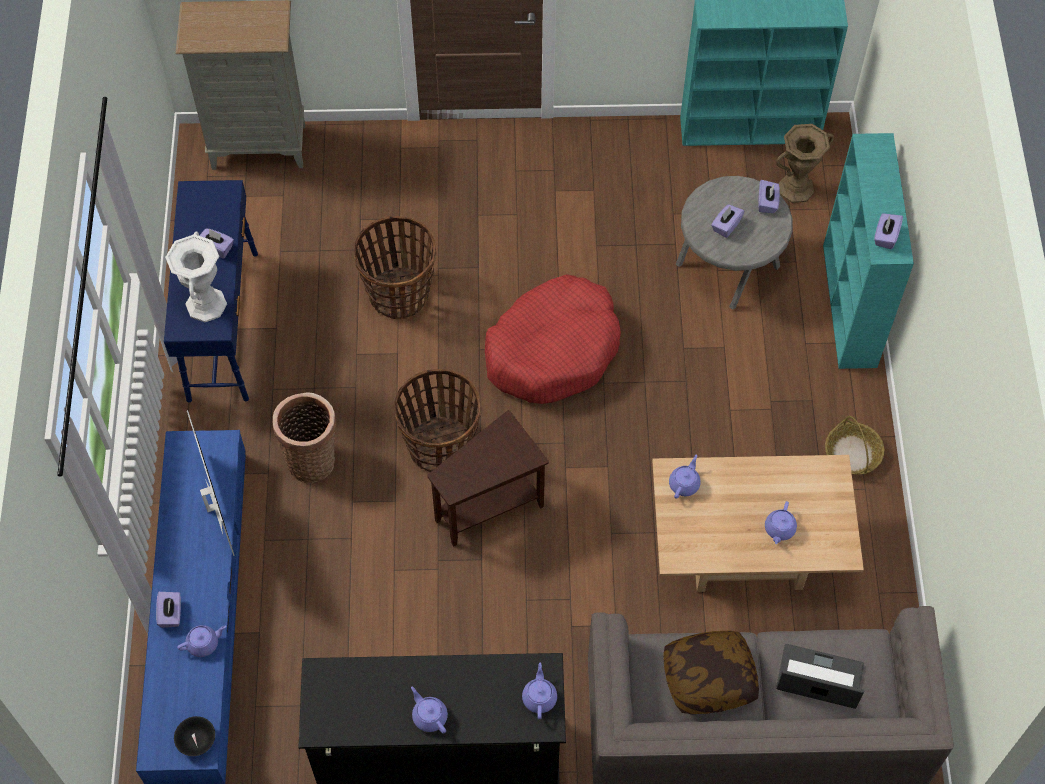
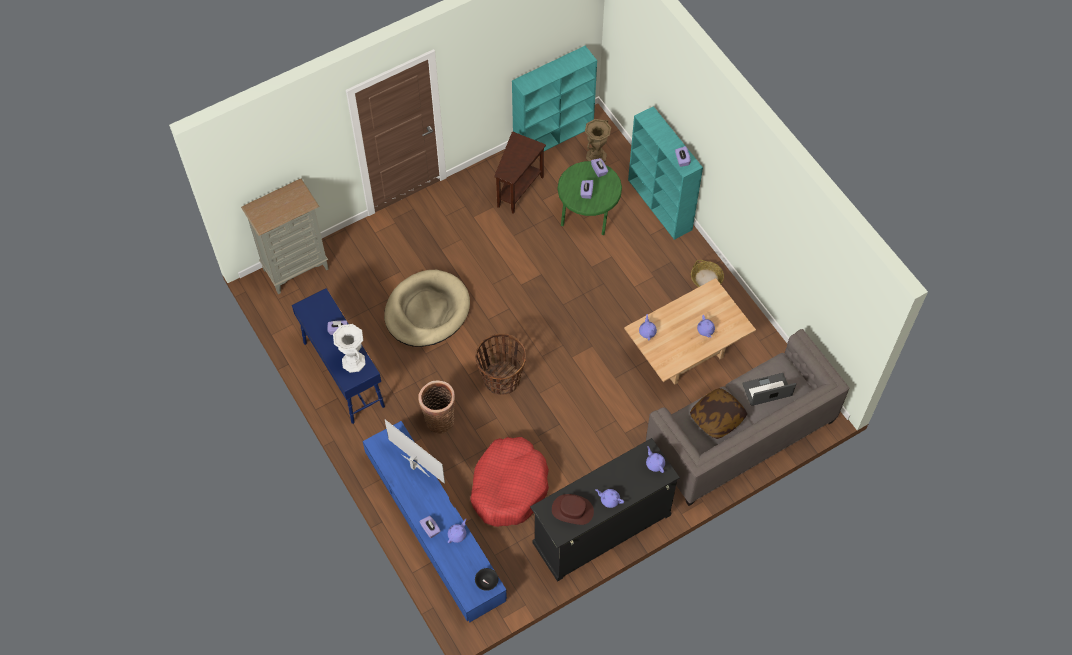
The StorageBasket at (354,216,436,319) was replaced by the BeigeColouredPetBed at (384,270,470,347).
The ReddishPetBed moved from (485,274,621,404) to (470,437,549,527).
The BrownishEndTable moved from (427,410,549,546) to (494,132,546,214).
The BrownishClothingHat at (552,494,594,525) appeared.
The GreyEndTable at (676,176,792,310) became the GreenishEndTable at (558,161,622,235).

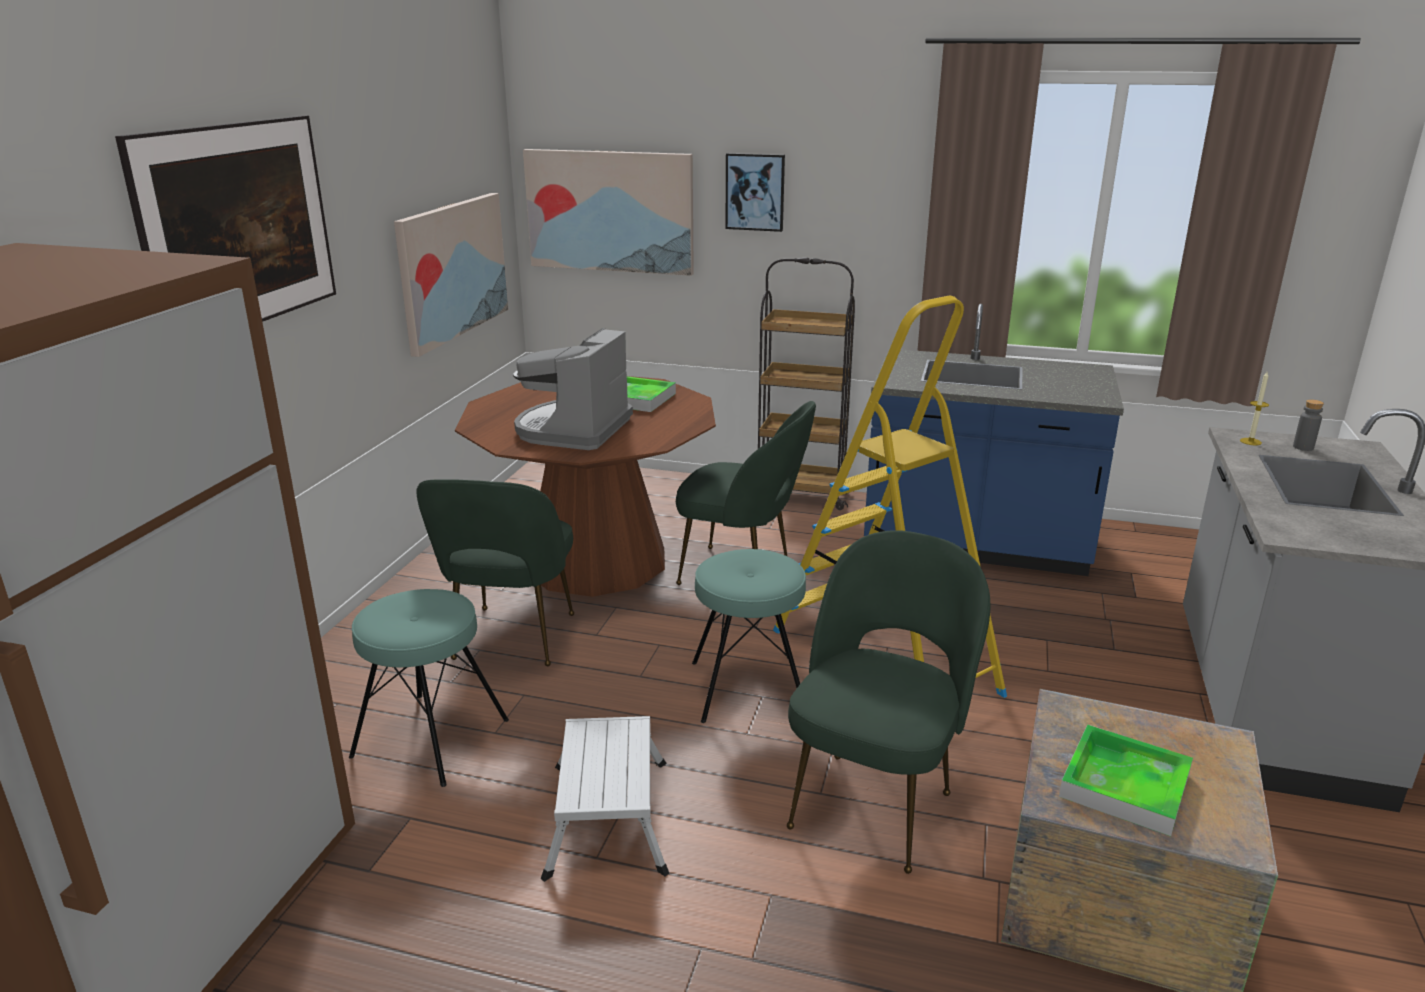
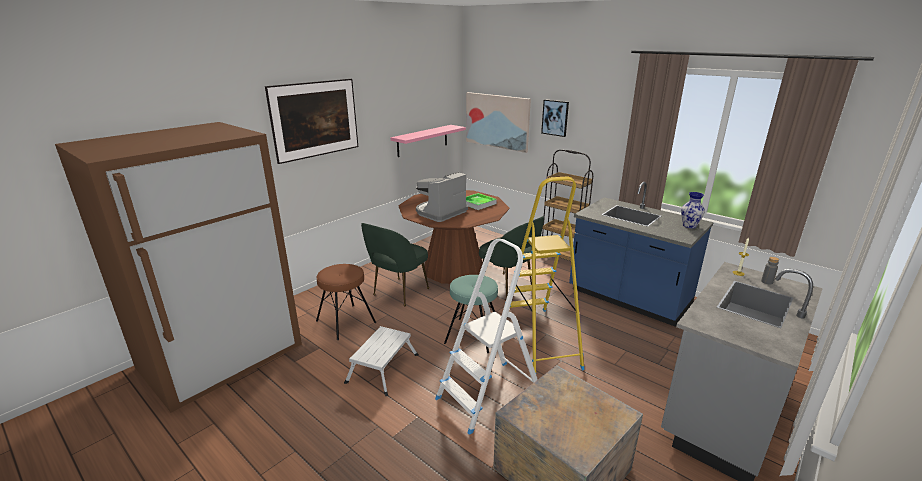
The BlueGreenStoolSeat at (349,589,509,787) became the BrownishStoolSeat at (316,264,376,340).
The WallArt at (394,193,508,357) was replaced by the PinkishBracketShelf at (391,125,466,157).
The GreenishPlainChair at (787,530,990,874) was replaced by the WhitishStepladder at (435,239,538,434).
The DecorativeVase at (681,192,705,228) appeared.
The CarryingTray at (1059,724,1193,836) disappeared.

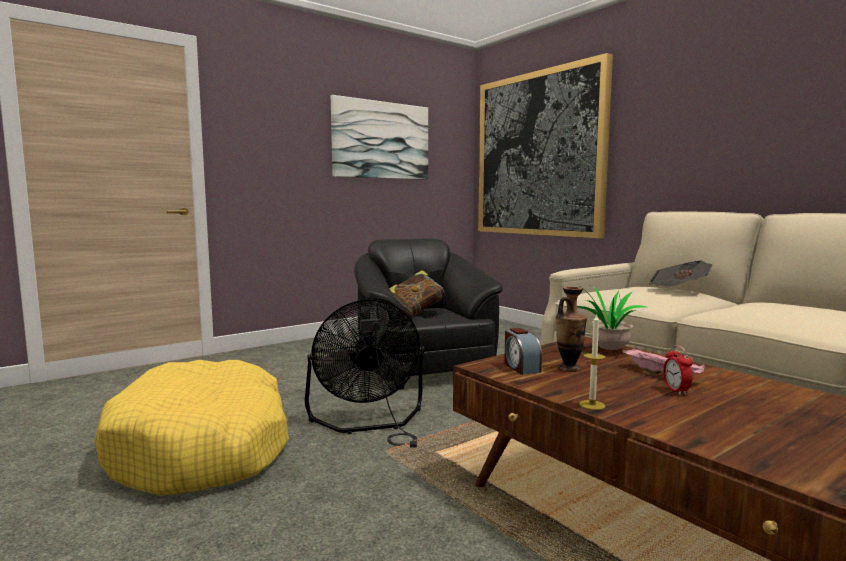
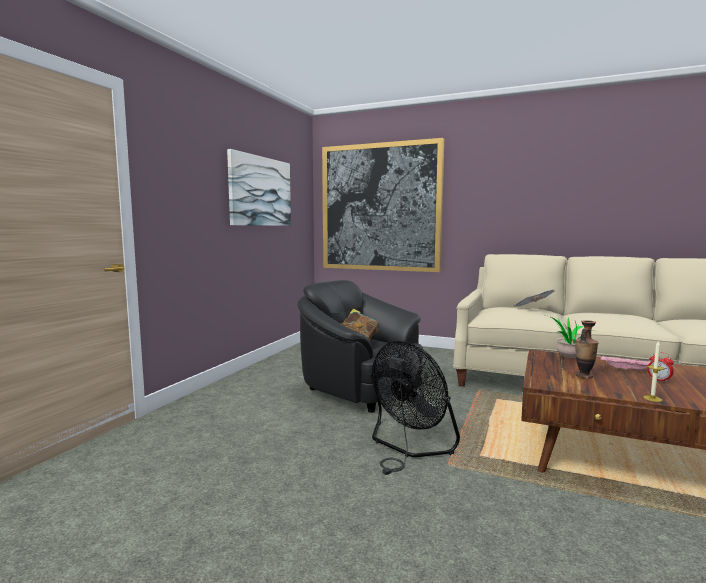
The BlackishFan at (305,300,424,448) turned 90 degrees clockwise.
The YellowColouredPetBed at (94,360,289,496) disappeared.
The BedsideClock at (504,328,542,375) disappeared.

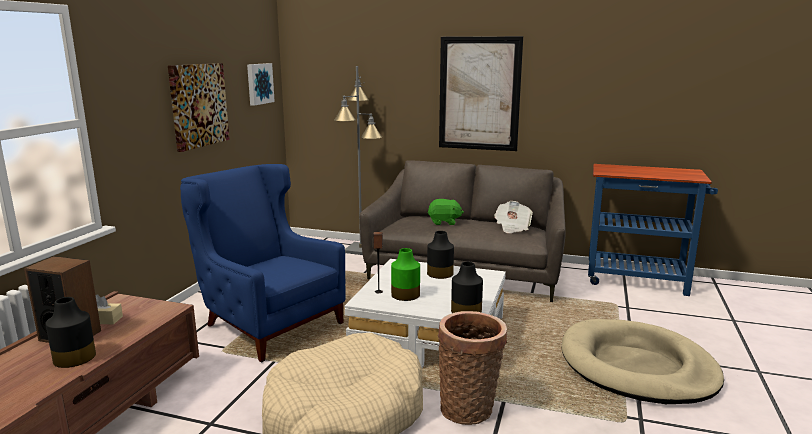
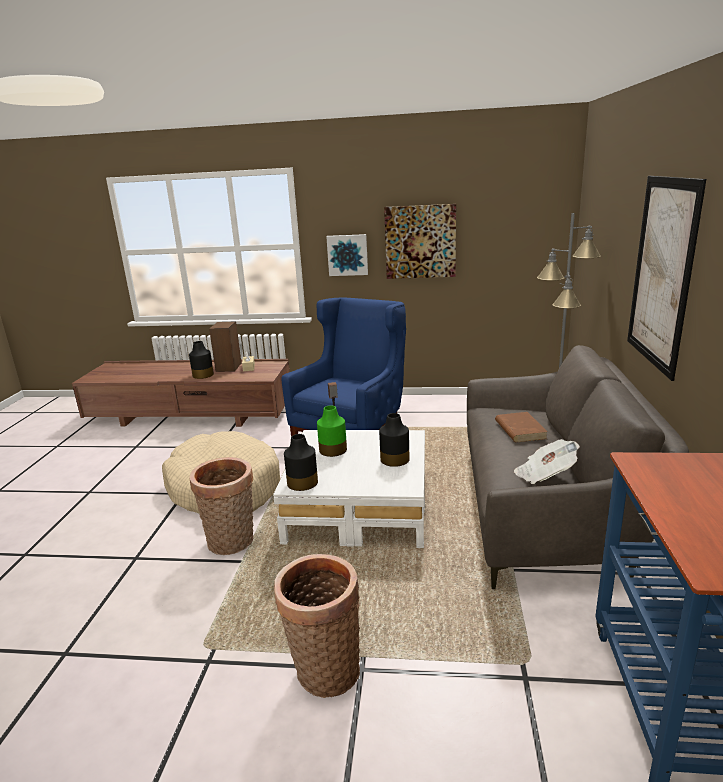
The BeigeColouredPetBed at (562,319,724,404) was replaced by the StorageBasket at (274,554,360,698).
The WallArt moved from (247,63,275,106) to (326,234,368,276).
The GreenishSoftToy at (428,199,464,225) was replaced by the BrownishBook at (495,412,548,442).

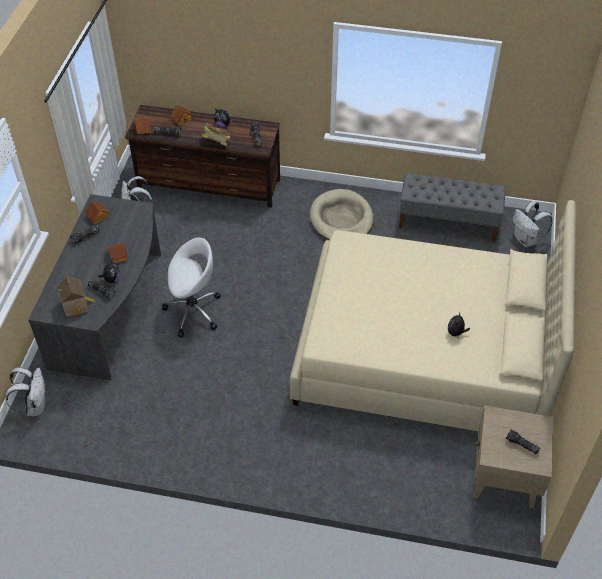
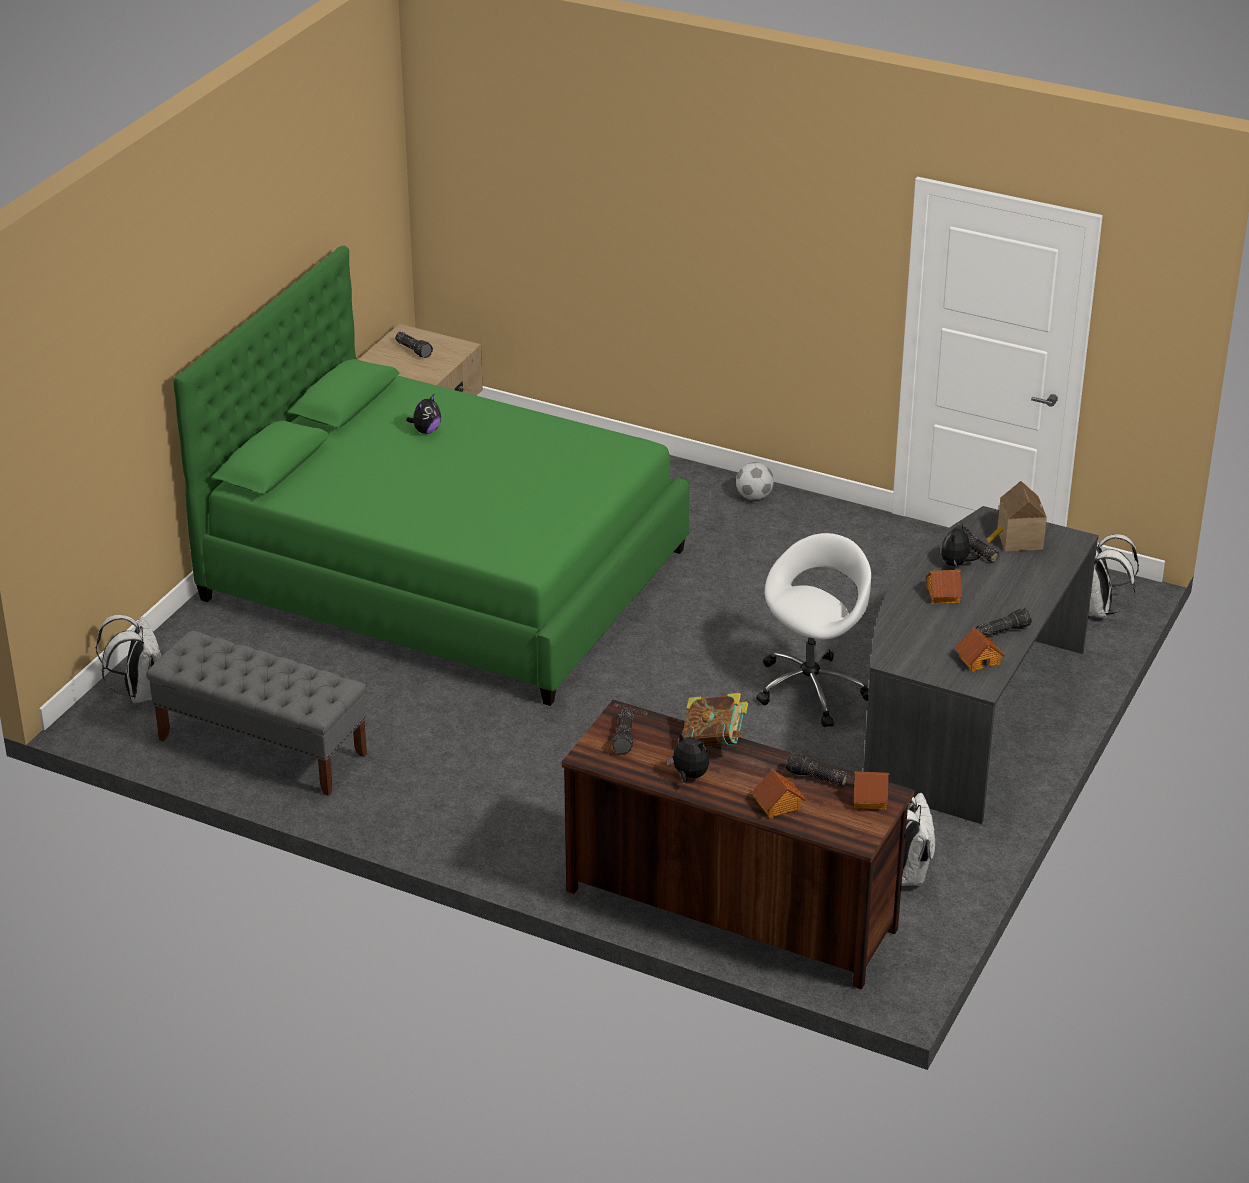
The BeigeColouredBedroomBed at (290,200,576,431) became the GreenishBedroomBed at (173,246,689,706).
The FootballBall at (736,462,774,500) appeared.
The WhitishOfficeChair at (162,238,221,337) turned 135 degrees clockwise.
The BeigeColouredPetBed at (310,189,373,240) disappeared.

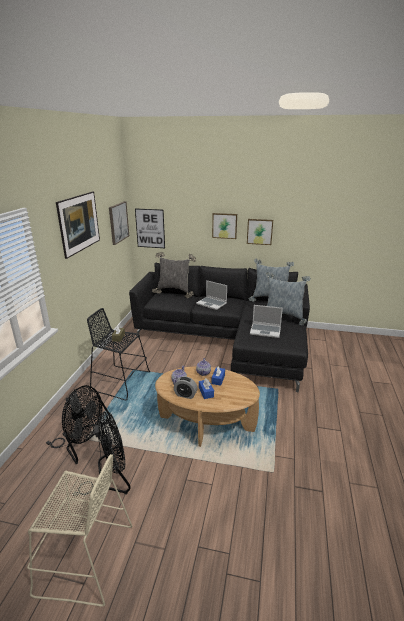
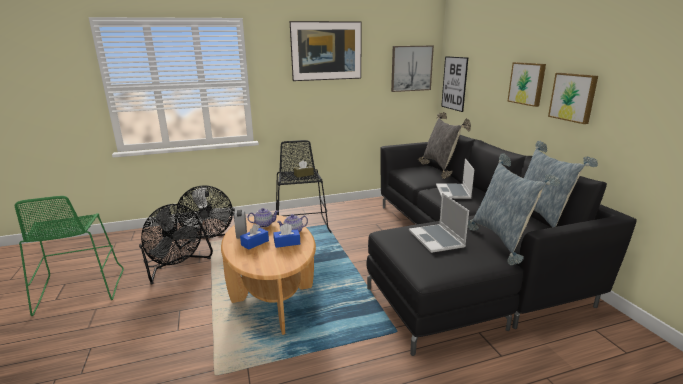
The BeigeColouredStoolSeat at (27,454,132,607) became the GreenishStoolSeat at (15,196,124,316).

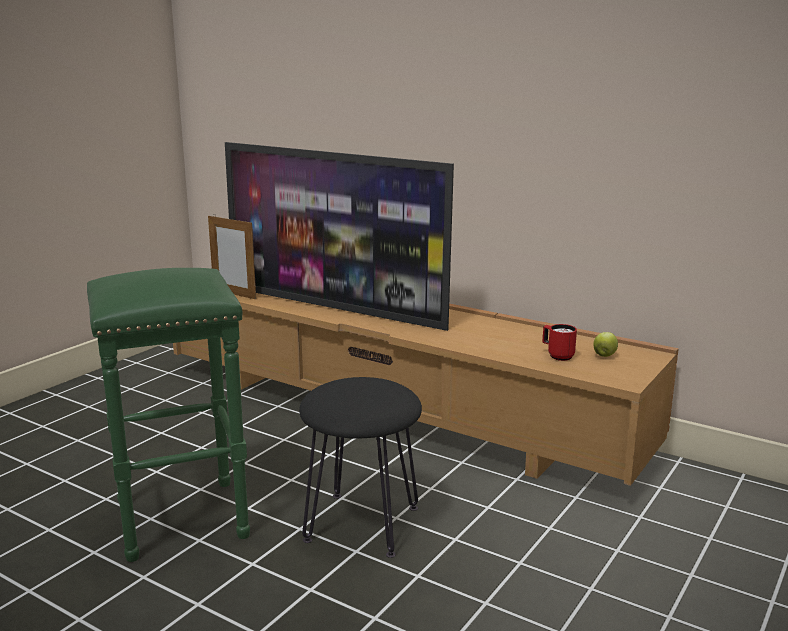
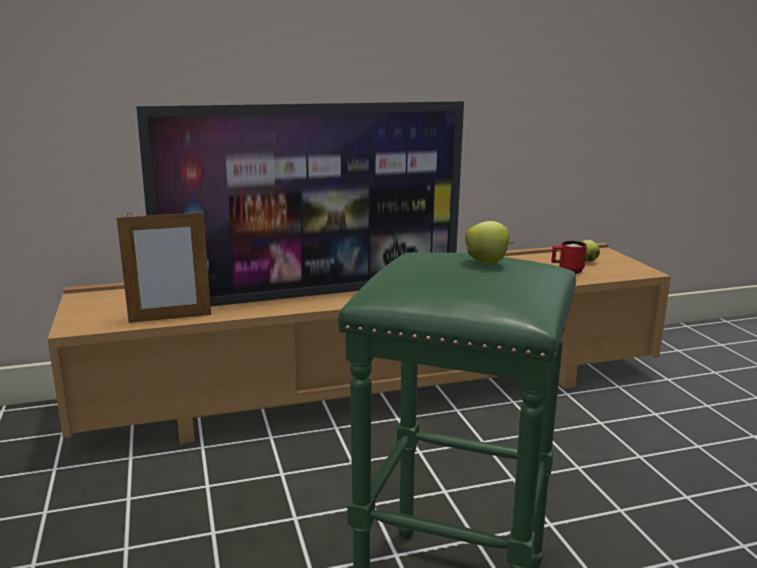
The Apple at (465,221,514,263) appeared.
The BlackishStoolSeat at (299,377,422,558) disappeared.

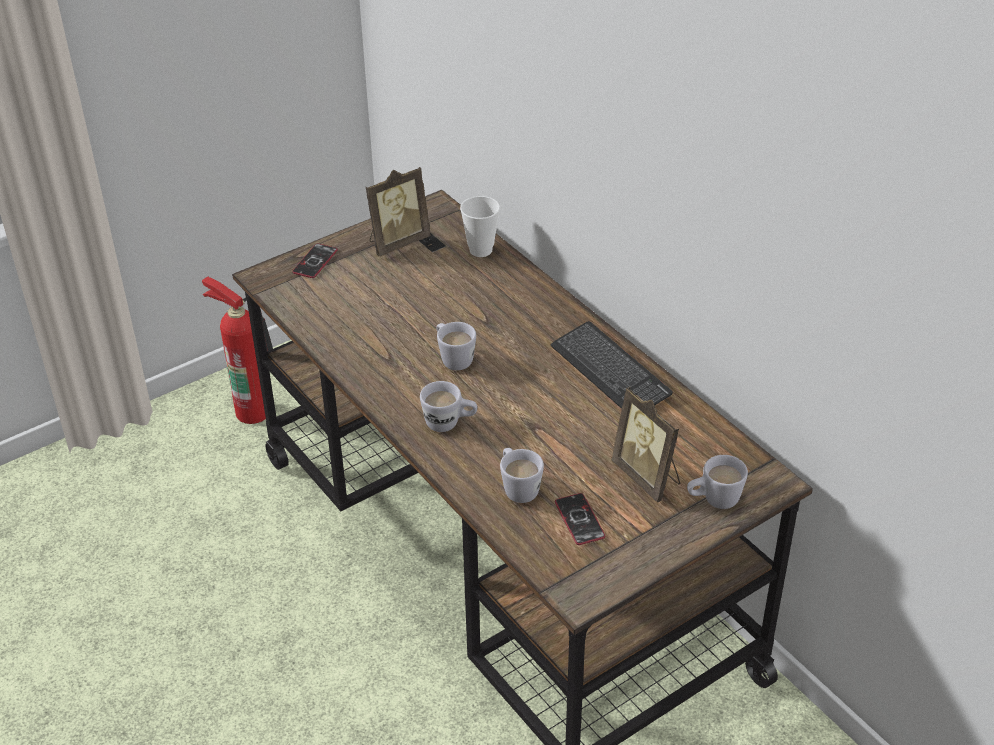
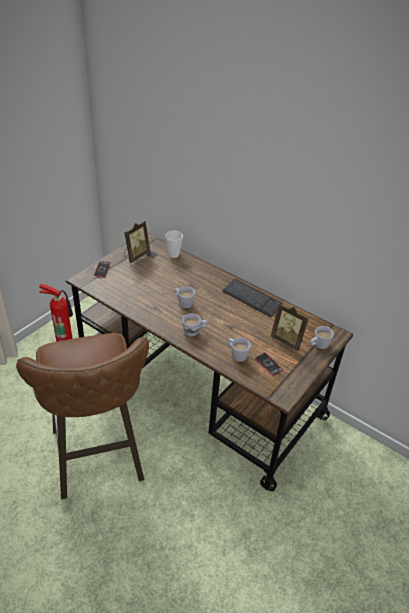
The BrownishStoolSeat at (16,333,149,499) appeared.

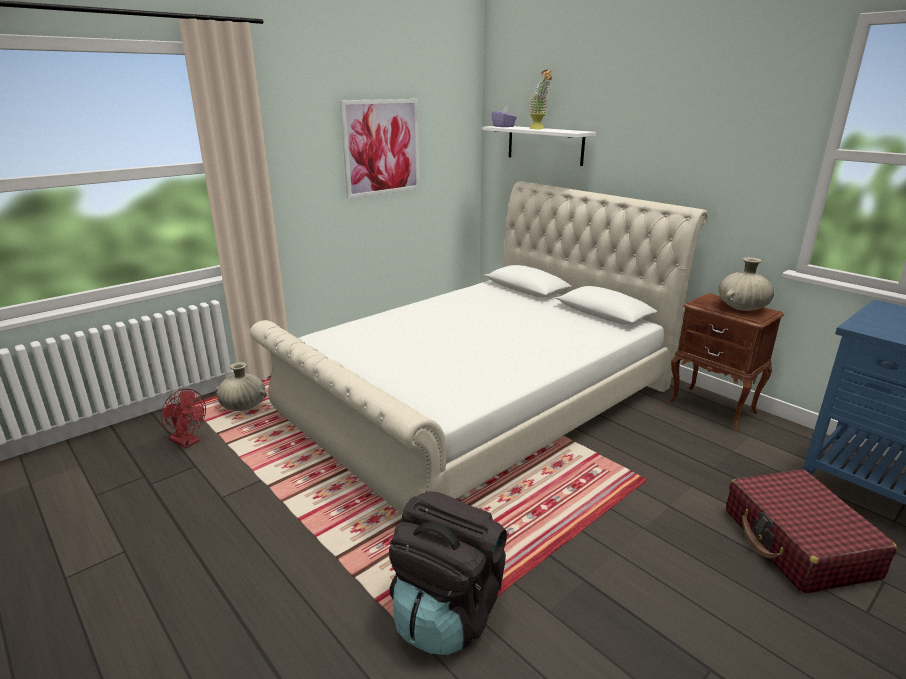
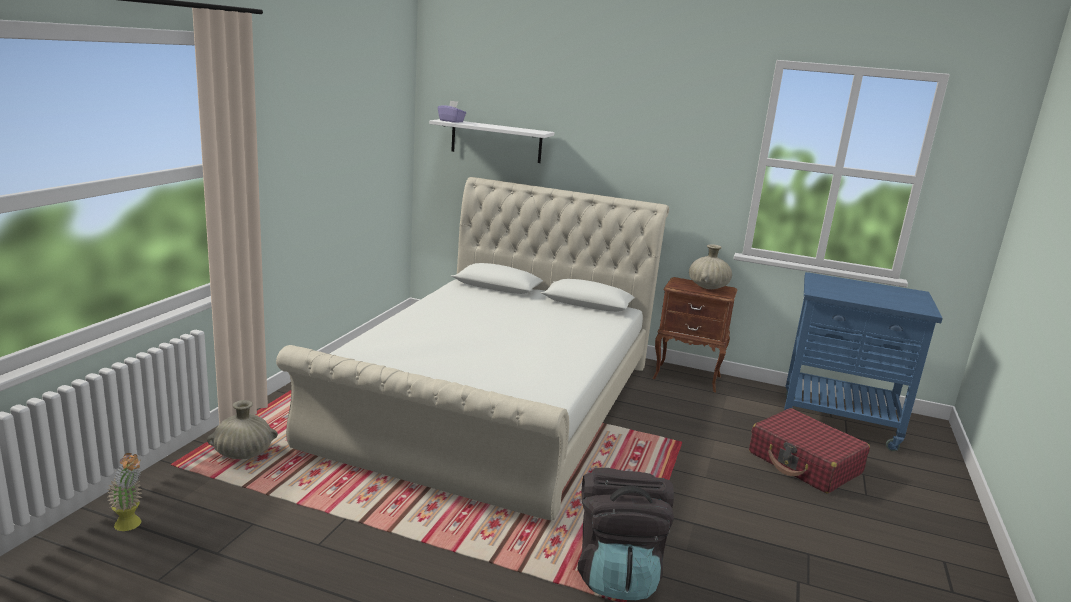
The Houseplant moved from (529,70,552,129) to (108,453,142,531).
The ReddishFan at (161,389,206,448) disappeared.
The WallArt at (340,99,420,199) disappeared.

